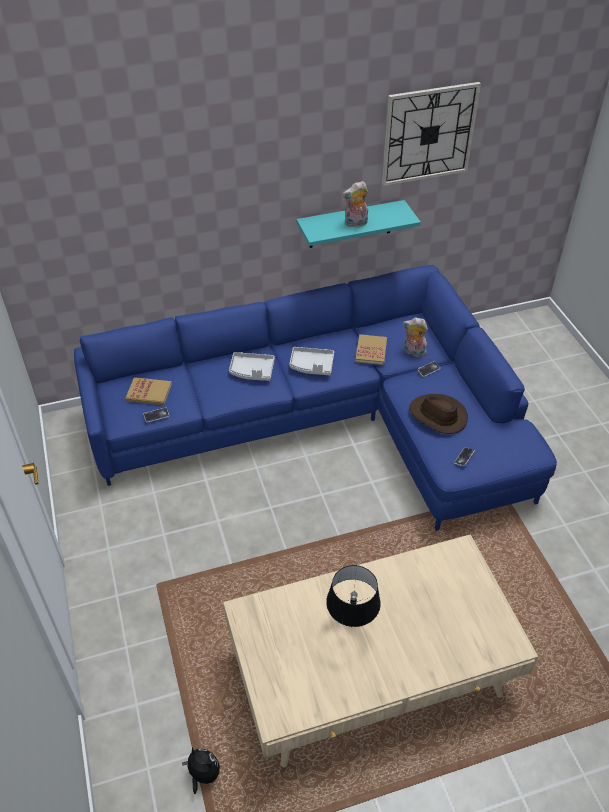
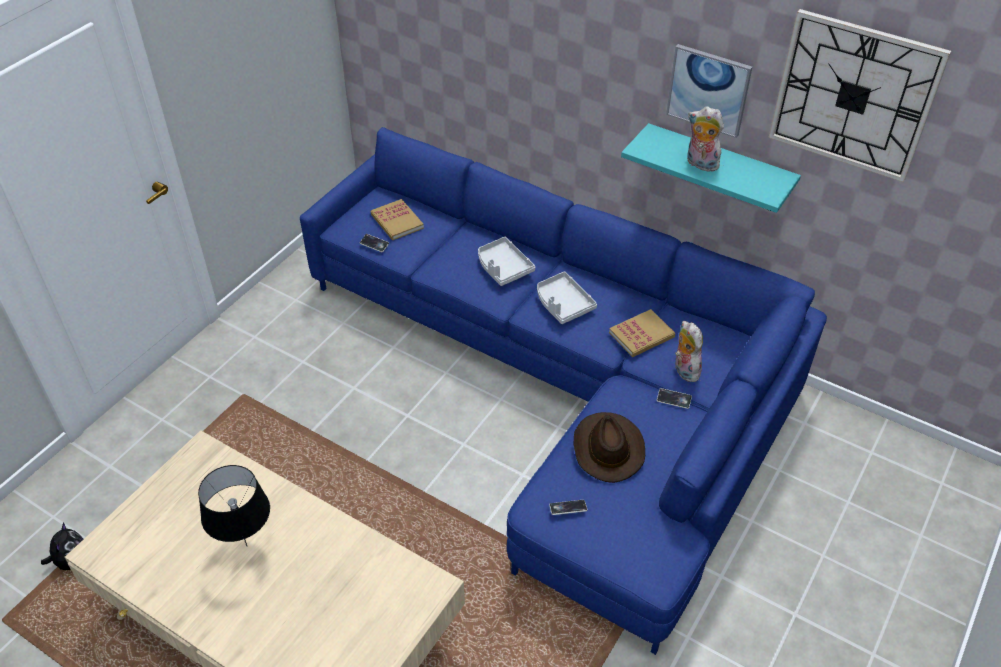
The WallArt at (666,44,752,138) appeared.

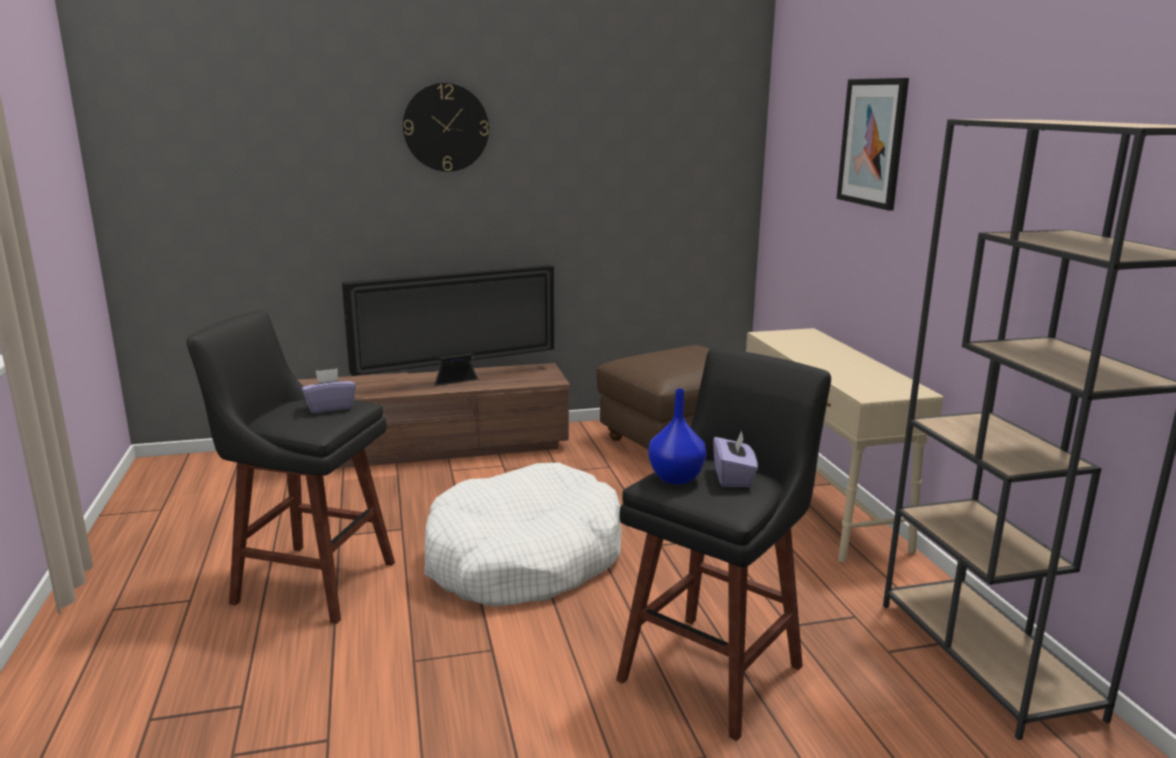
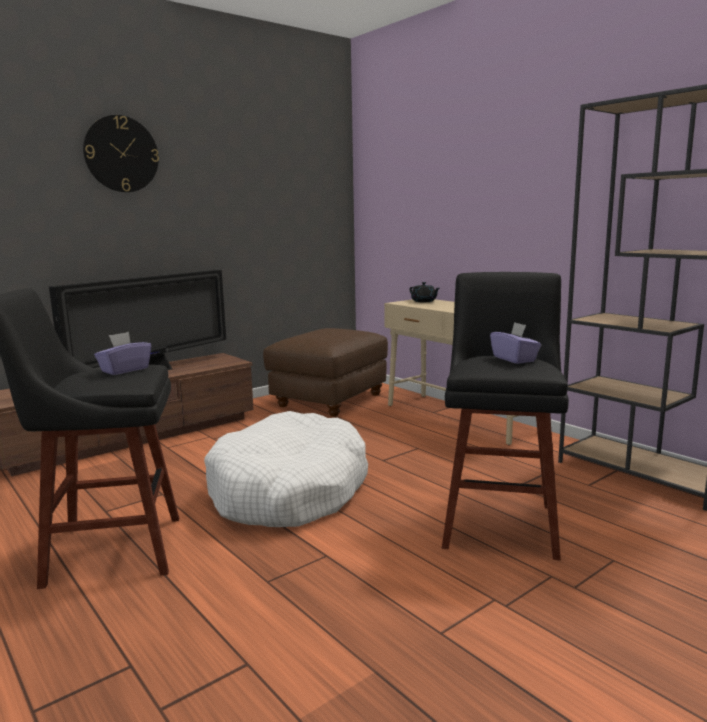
The BlackishPotForTea at (410,282,439,302) appeared.
The BluishDecorativeVase at (648,389,706,484) disappeared.
The WallArt at (837,78,909,211) disappeared.

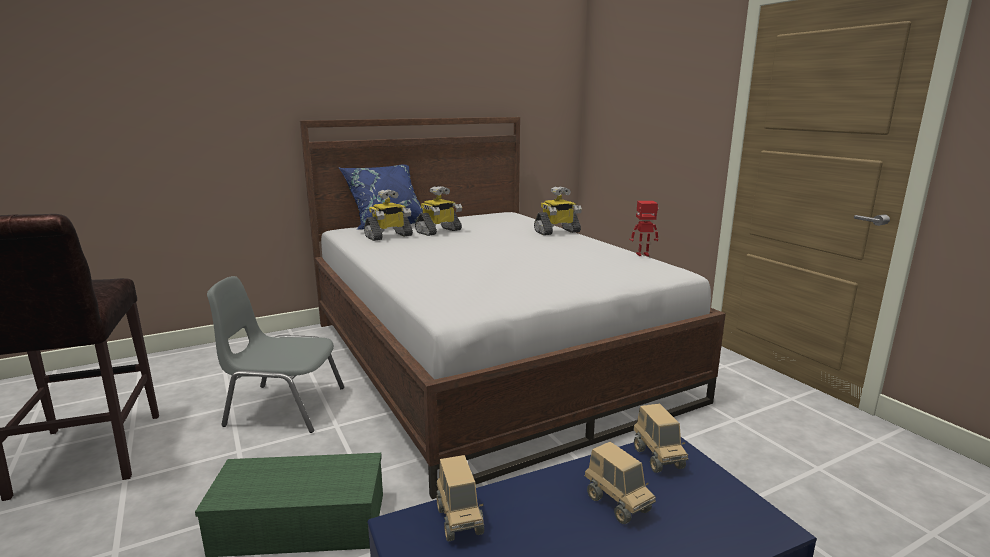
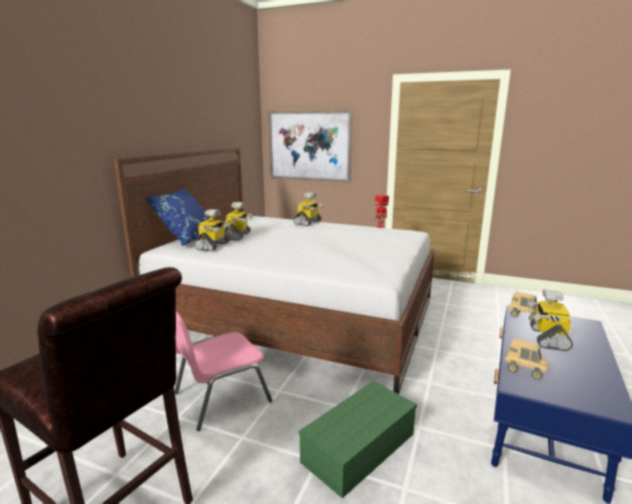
The GreyPlainChair at (207,276,344,433) became the PinkishPlainChair at (175,312,272,431).
The WallArt at (268,110,352,183) appeared.
The ToyTruck at (584,442,656,524) was replaced by the RobotFigure at (528,289,573,351).

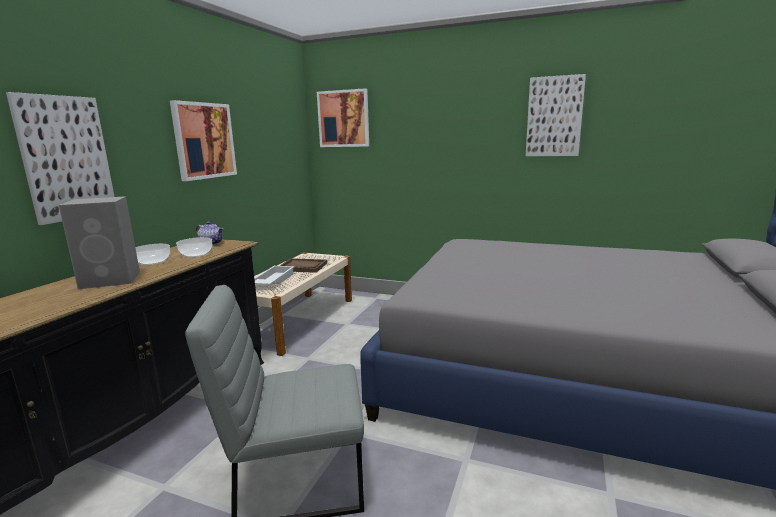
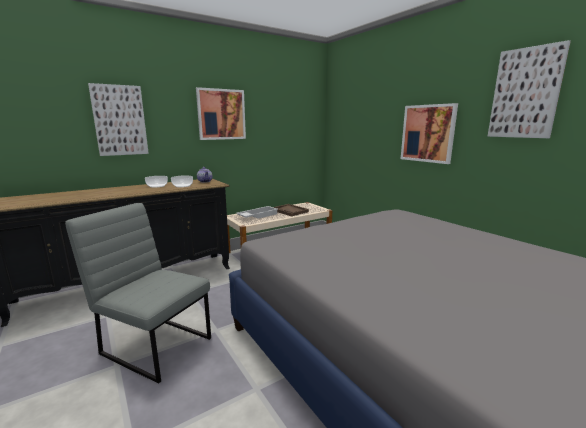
The WallArt moved from (317,88,369,147) to (401,103,458,164).
The GreySpeaker at (59,196,140,289) disappeared.

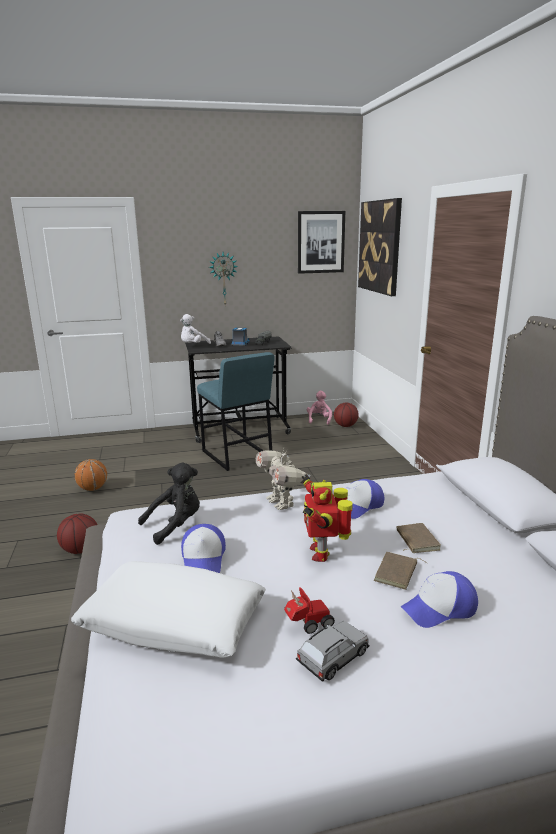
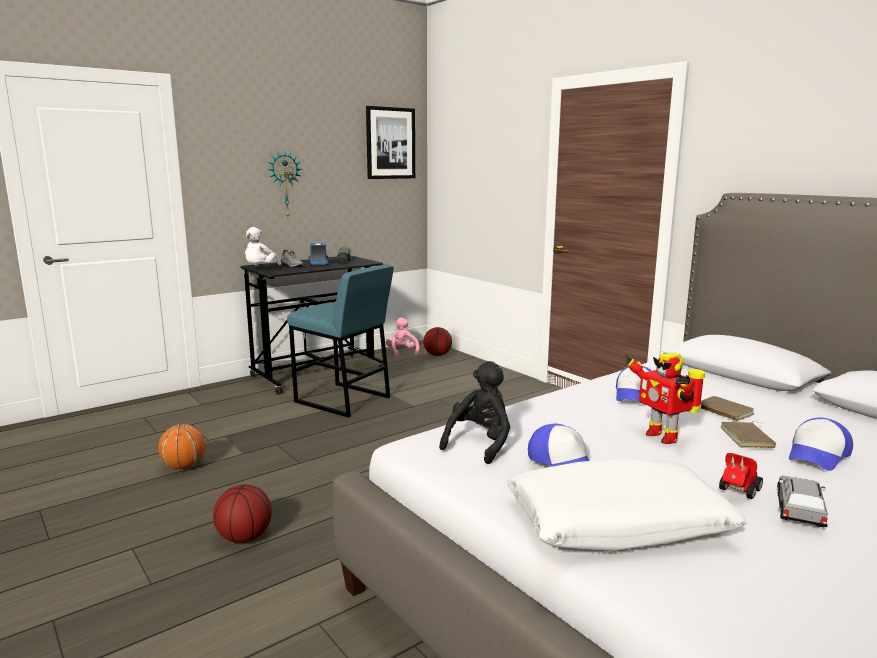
The RobotFigure at (256,449,311,510) disappeared.
The WallArt at (358,198,402,296) disappeared.

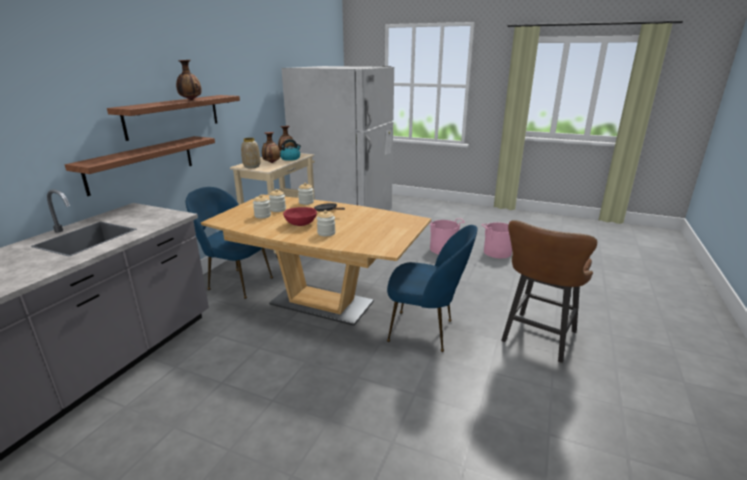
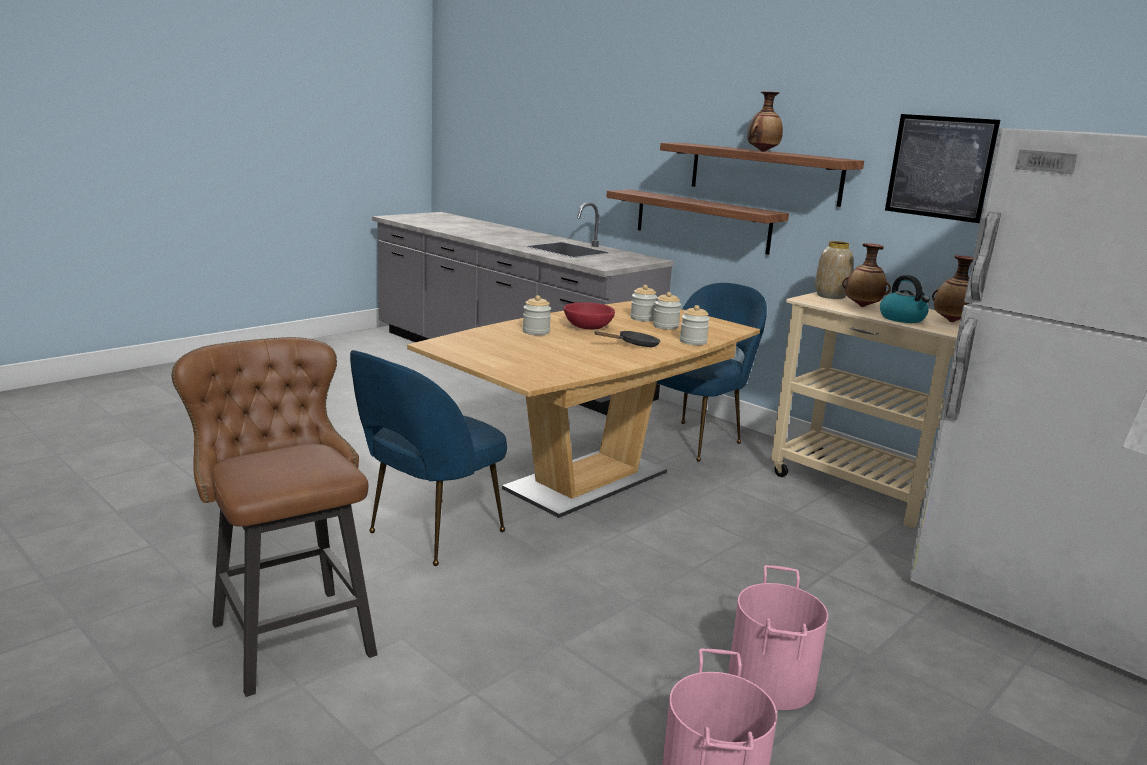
The WallArt at (885,114,1000,223) appeared.

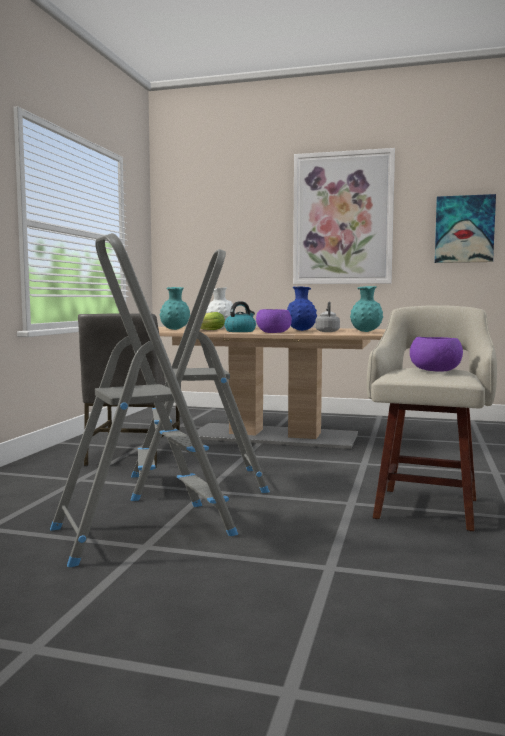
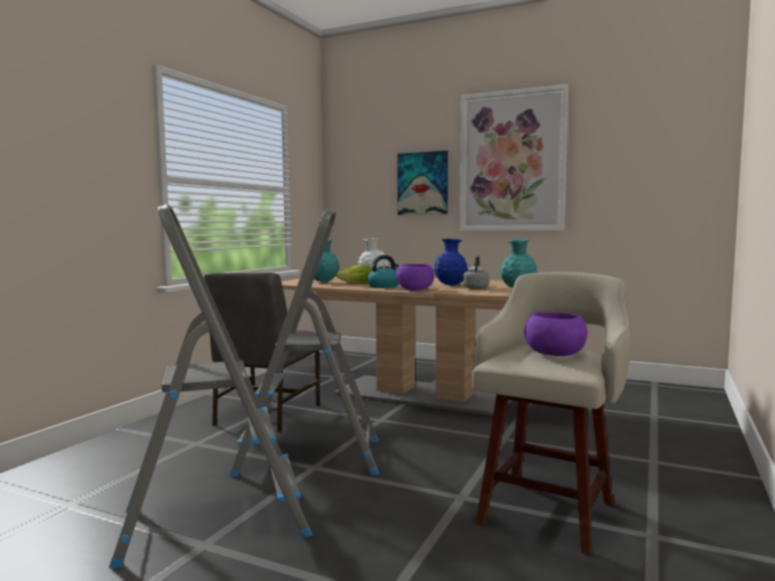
The WallArt moved from (435,194,496,263) to (397,150,448,215).

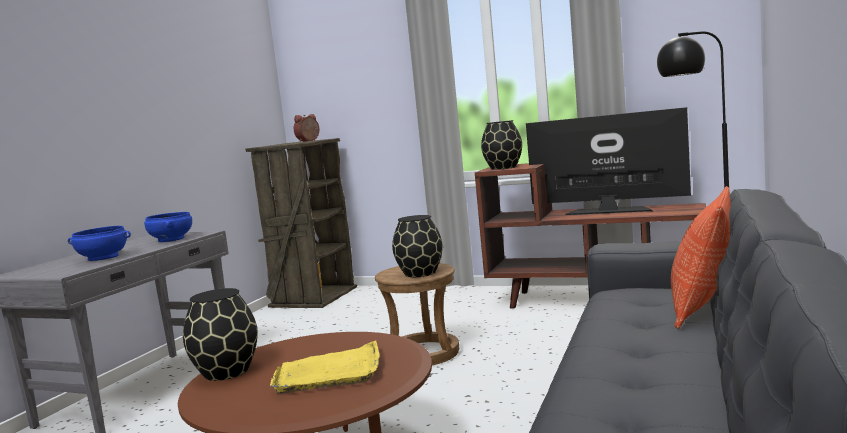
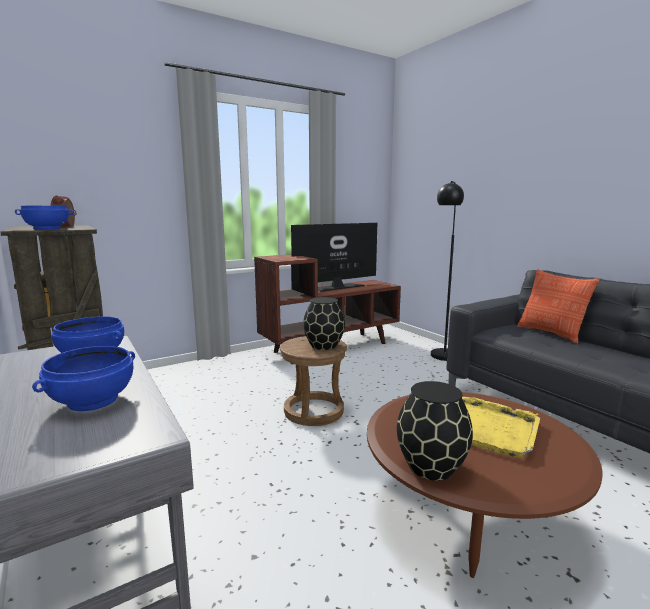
The BluishDeepDish at (15,206,74,230) appeared.
The BlackishDecorativeVase at (481,120,522,170) disappeared.

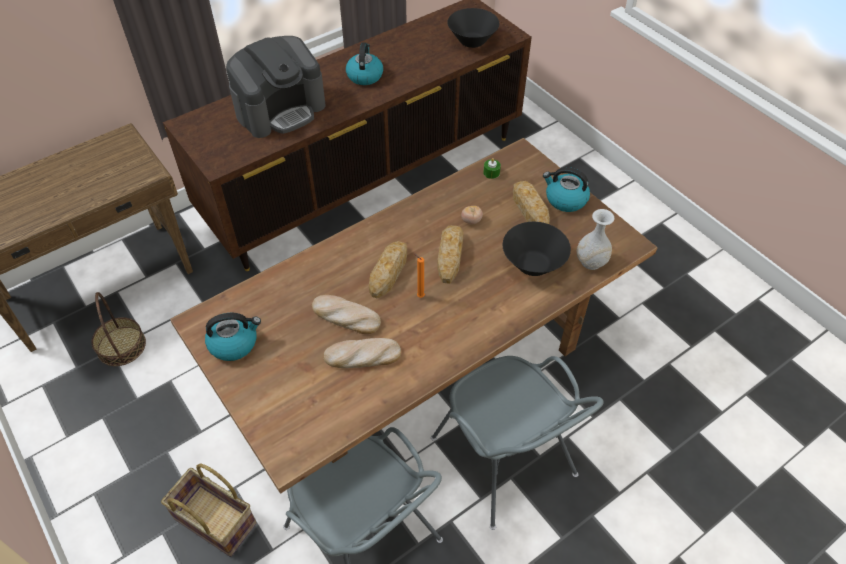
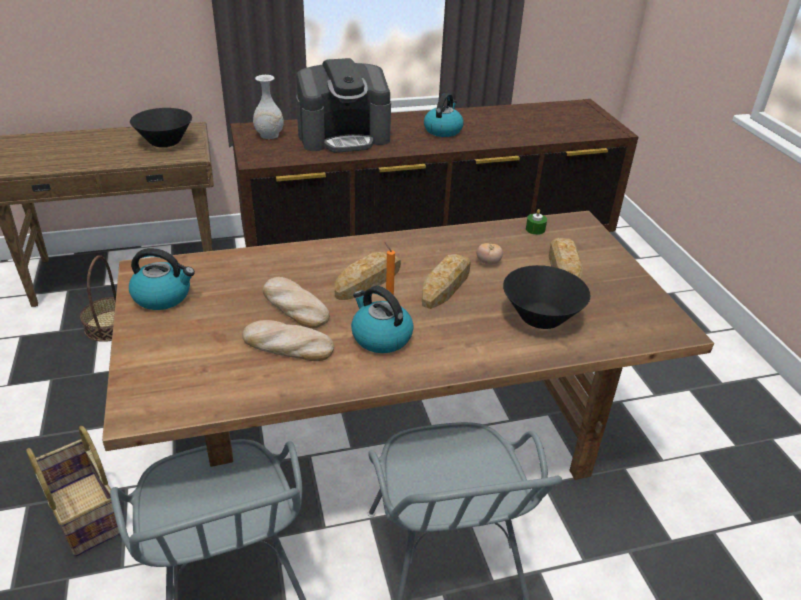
The BlackishDeepDish moved from (447,8,499,48) to (130,108,192,147).
The WhitishDecorativeVase moved from (577,209,614,270) to (253,75,284,139).
The WaterKettle moved from (543,167,590,212) to (351,286,414,353).

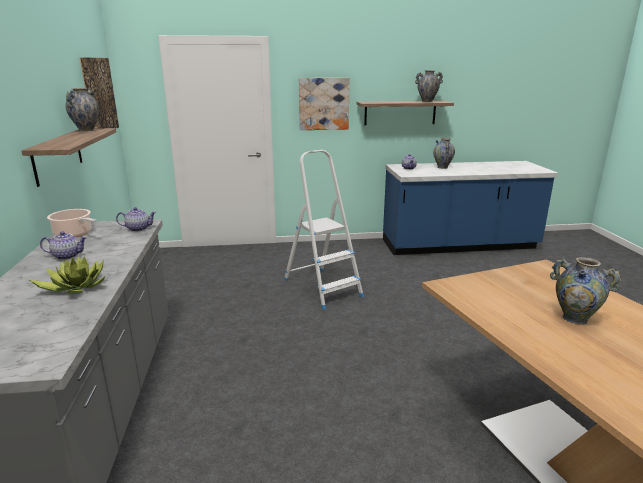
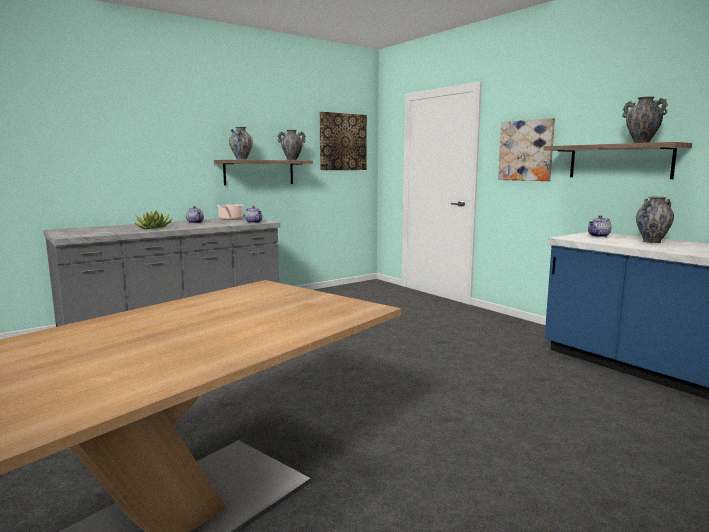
The DecorativeVase moved from (550,257,621,325) to (229,127,253,160).
The WhitishStepladder at (284,150,364,310) disappeared.

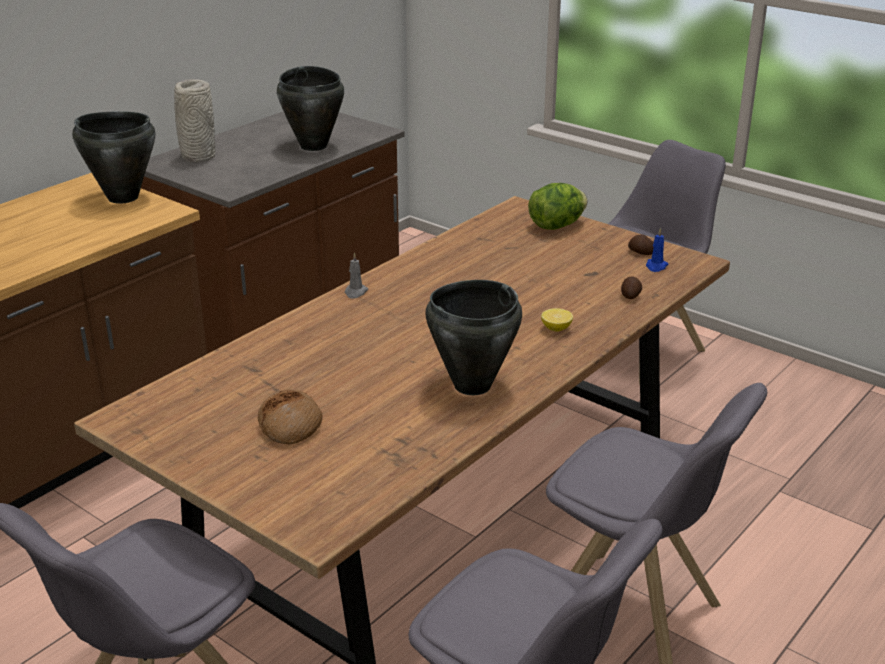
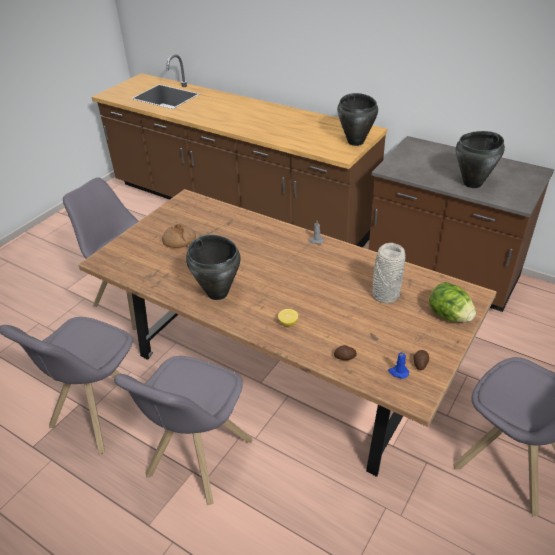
The GreyDecorativeVase moved from (174,79,216,162) to (372,243,406,303).

